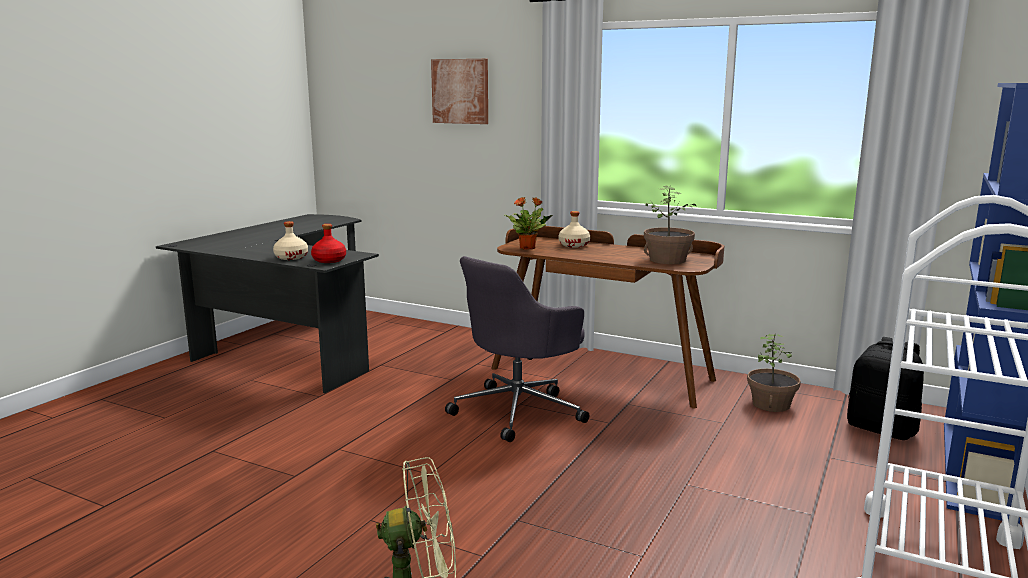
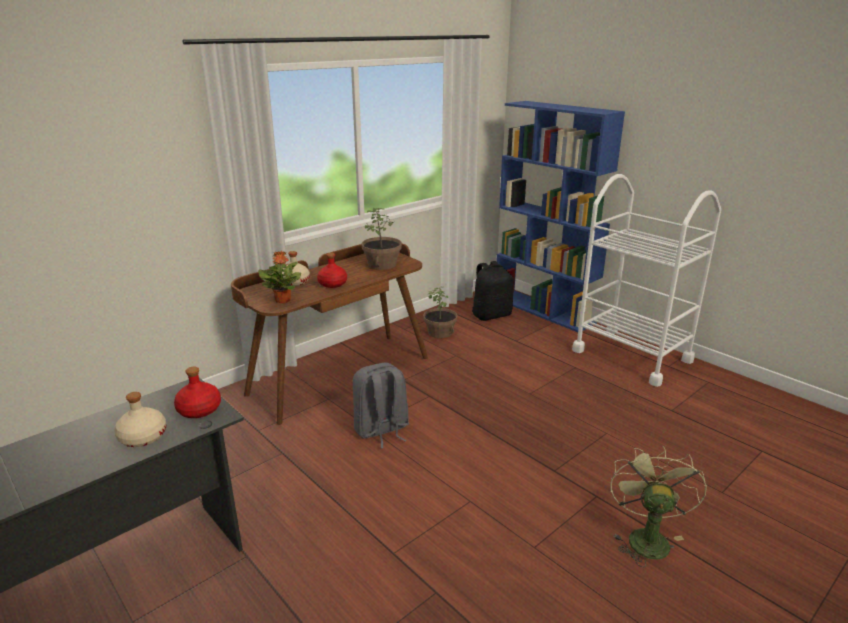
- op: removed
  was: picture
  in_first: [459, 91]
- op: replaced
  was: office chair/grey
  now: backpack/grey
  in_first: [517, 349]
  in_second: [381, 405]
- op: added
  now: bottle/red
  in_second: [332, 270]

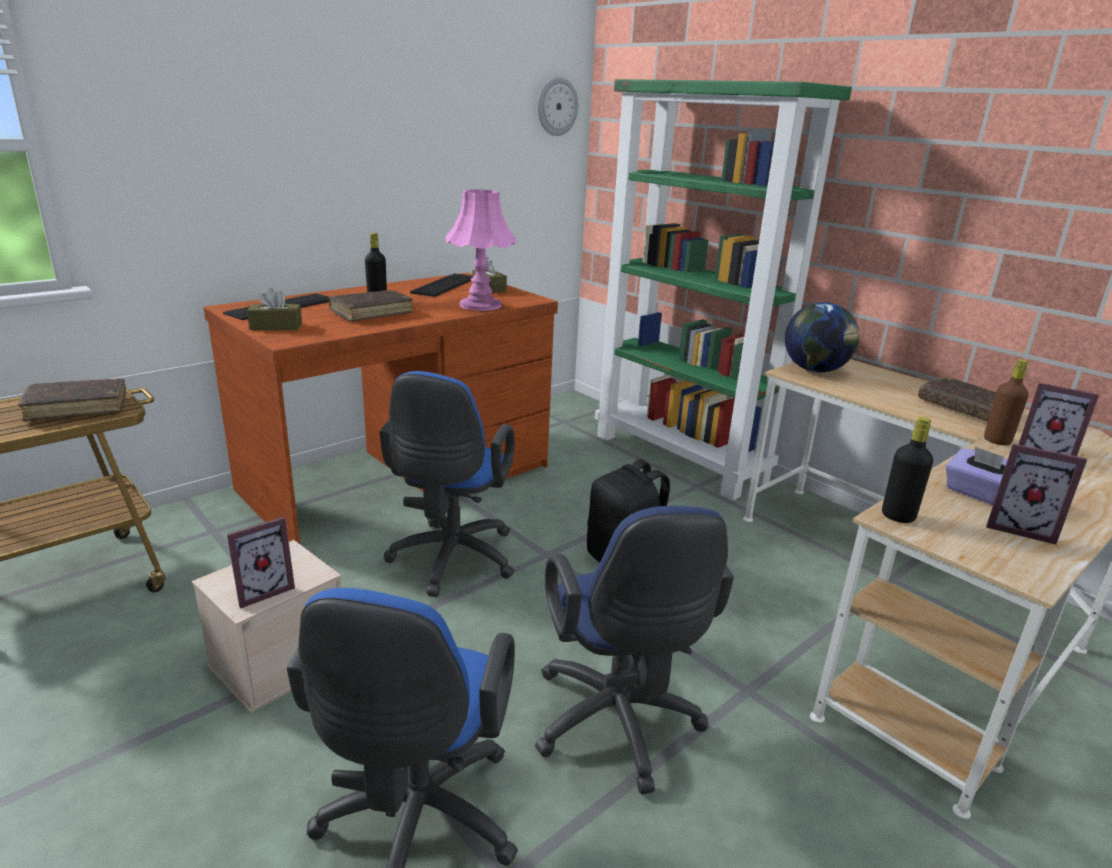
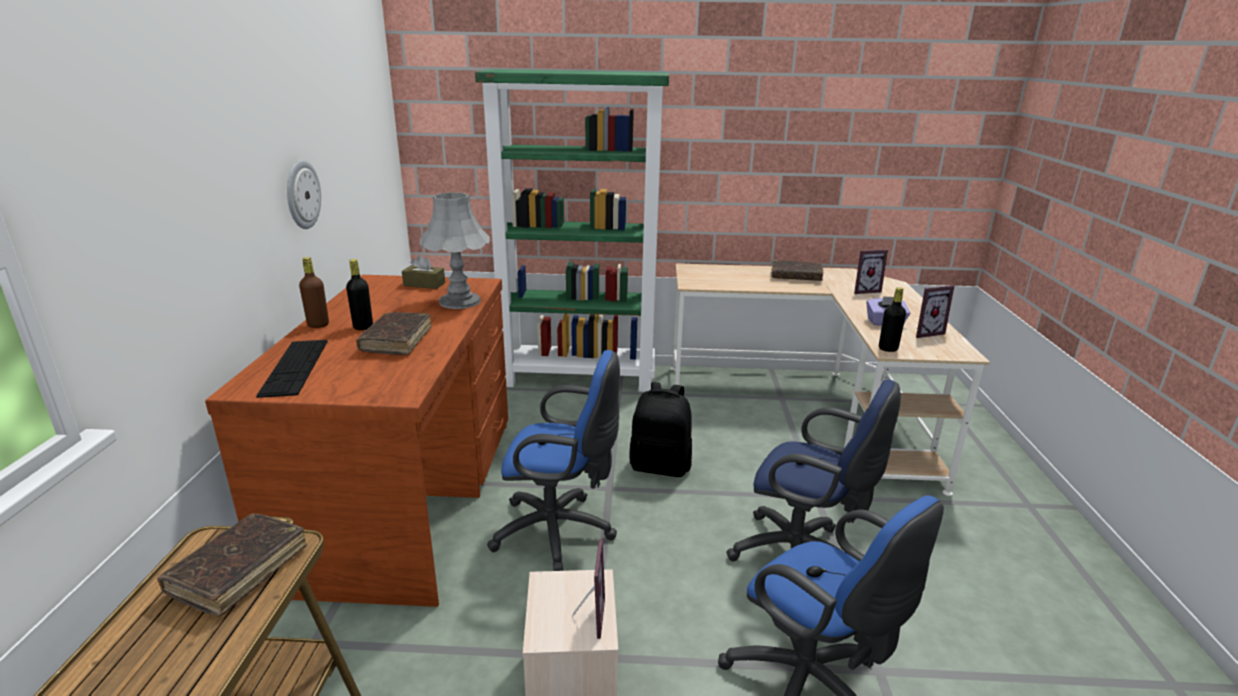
- op: removed
  was: tissue box/brown
  in_first: [274, 309]
- op: turned
  was: office chair/blue
  in_first: [447, 484]
  in_second: [553, 460]
  clockwise: -45
- op: removed
  was: keyboard
  in_first: [441, 285]
- op: recoloured
  was: table lamp/pink
  now: table lamp/grey
  in_first: [480, 250]
  in_second: [455, 250]
- op: moved
  was: wall clock
  in_first: [558, 106]
  in_second: [304, 194]
- op: removed
  was: globe
  in_first: [822, 337]
- op: moved
  was: bottle/brown
  in_first: [1006, 402]
  in_second: [314, 292]

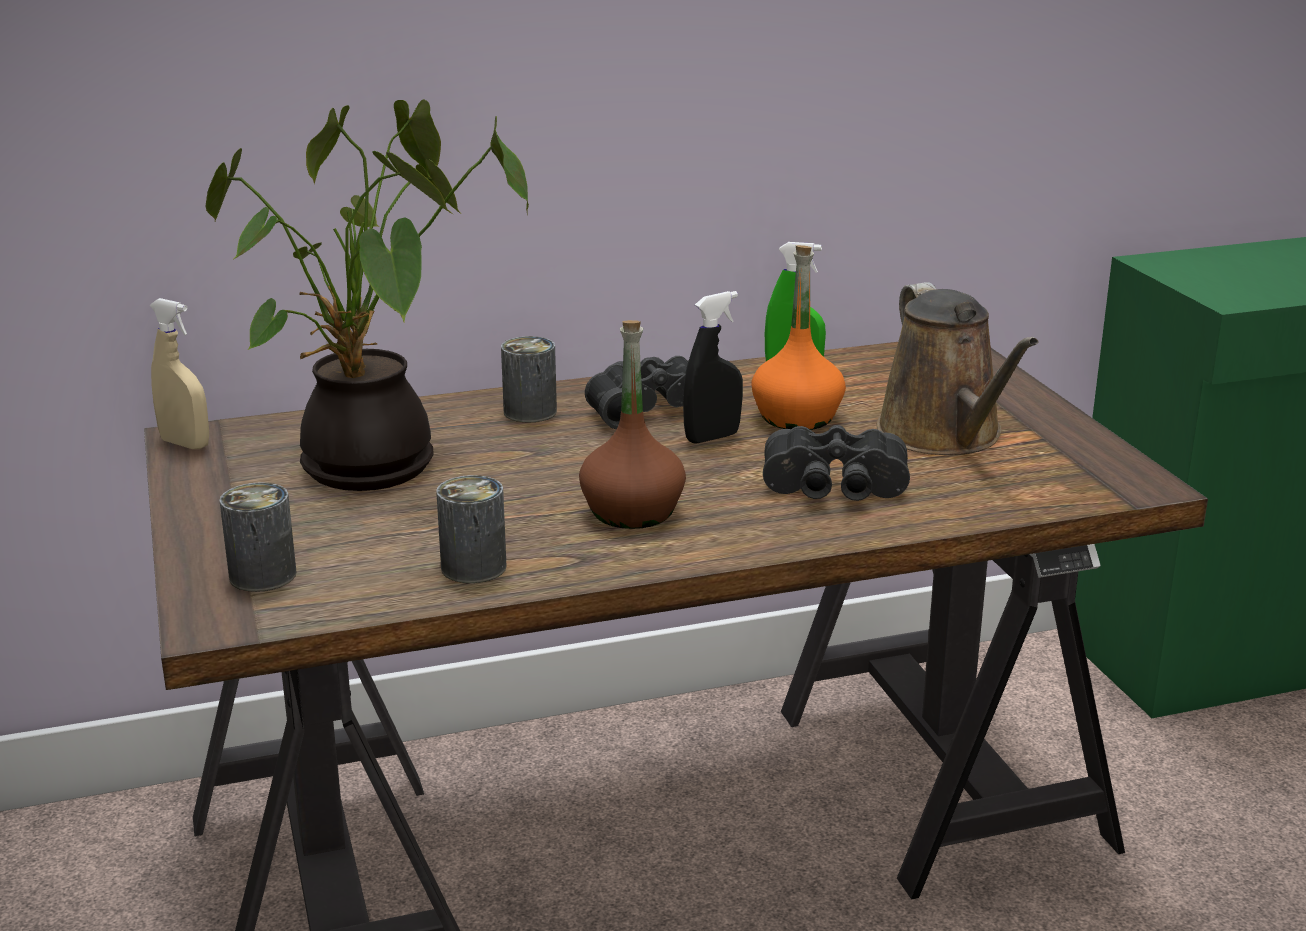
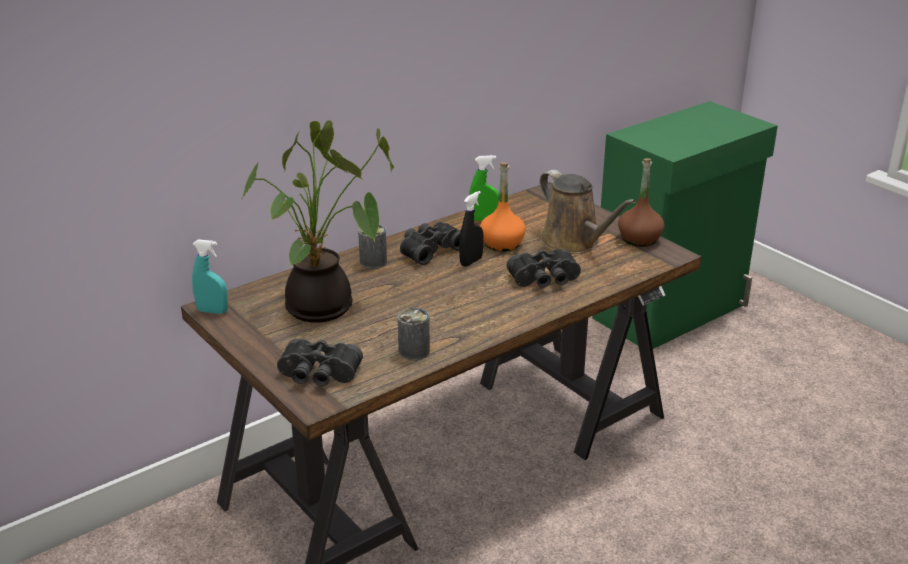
- op: recoloured
  was: spray bottle/beige
  now: spray bottle/turquoise
  in_first: [179, 373]
  in_second: [210, 276]
- op: replaced
  was: can
  now: binoculars/black
  in_first: [257, 537]
  in_second: [320, 362]
- op: moved
  was: bottle/brown
  in_first: [632, 424]
  in_second: [641, 202]

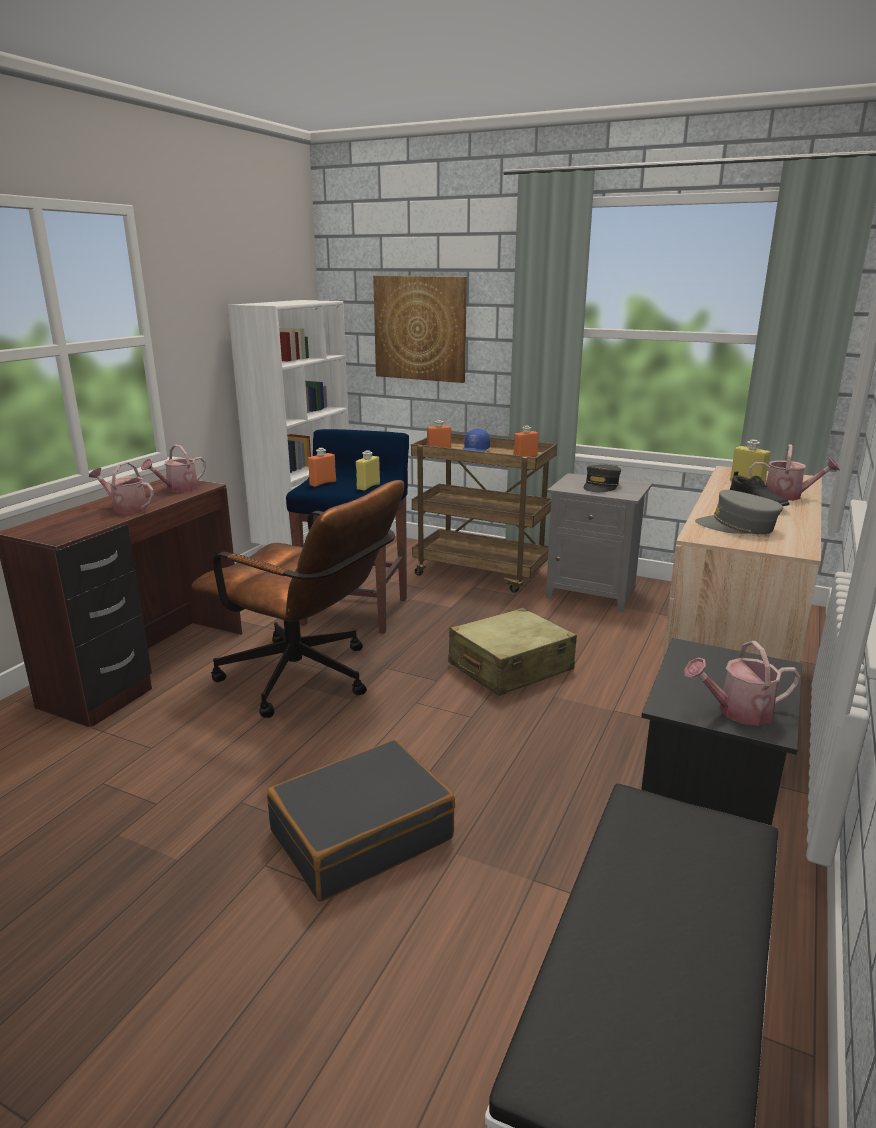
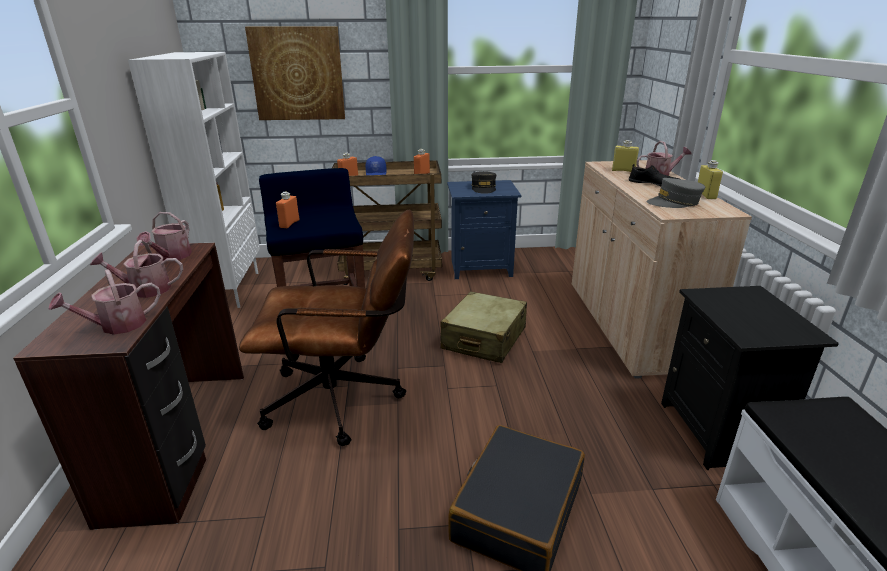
- op: moved
  was: bottle/yellow
  in_first: [368, 470]
  in_second: [710, 179]
- op: recoloured
  was: nightstand/grey
  now: nightstand/blue
  in_first: [599, 542]
  in_second: [484, 229]
- op: moved
  was: watering can
  in_first: [742, 683]
  in_second: [104, 302]

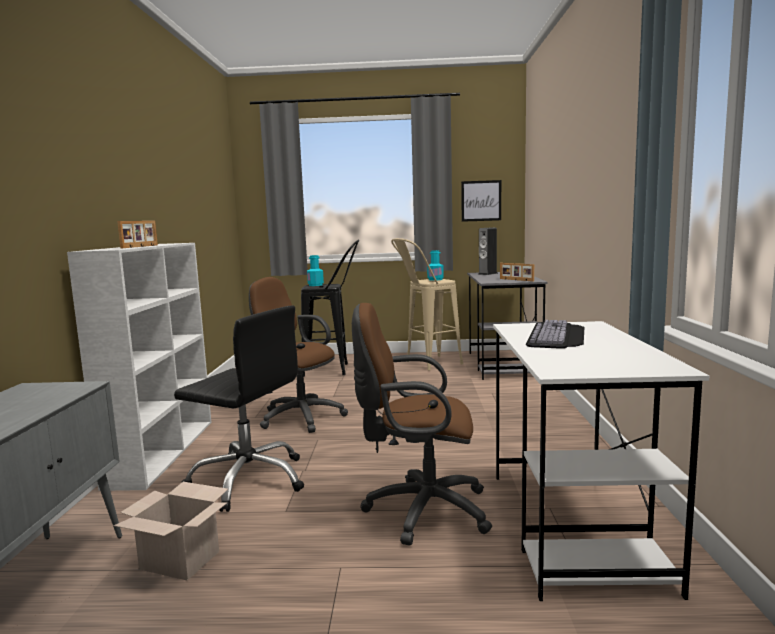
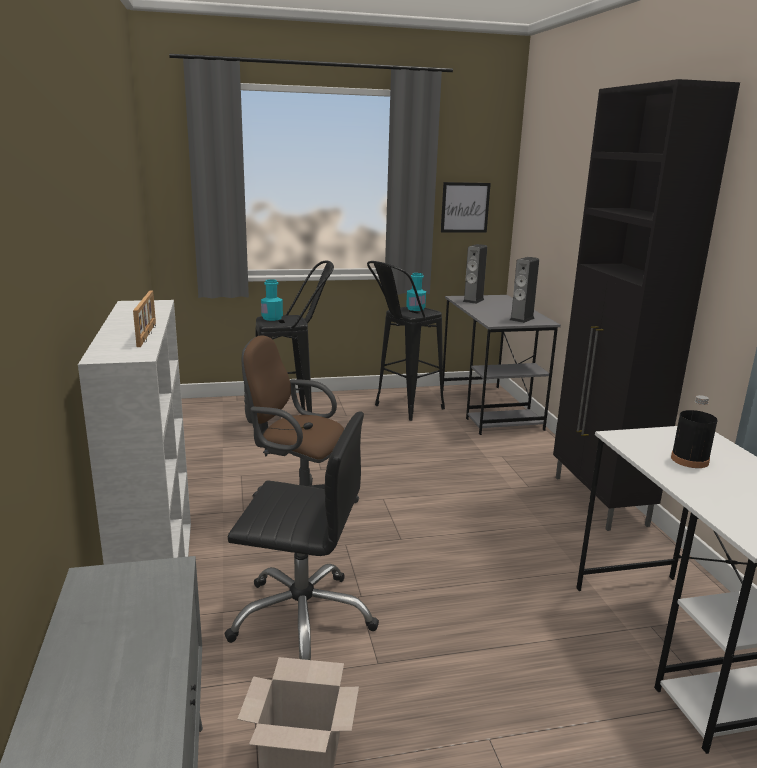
- op: removed
  was: office chair/brown
  in_first: [422, 424]
- op: recoloured
  was: stool/beige
  now: stool/black
  in_first: [427, 304]
  in_second: [406, 341]
- op: replaced
  was: picture frame
  now: speaker
  in_first: [517, 272]
  in_second: [524, 290]
- op: replaced
  was: keyboard
  now: bottle/black
  in_first: [555, 334]
  in_second: [694, 431]
- op: added
  now: cabinet/black
  in_second: [646, 305]

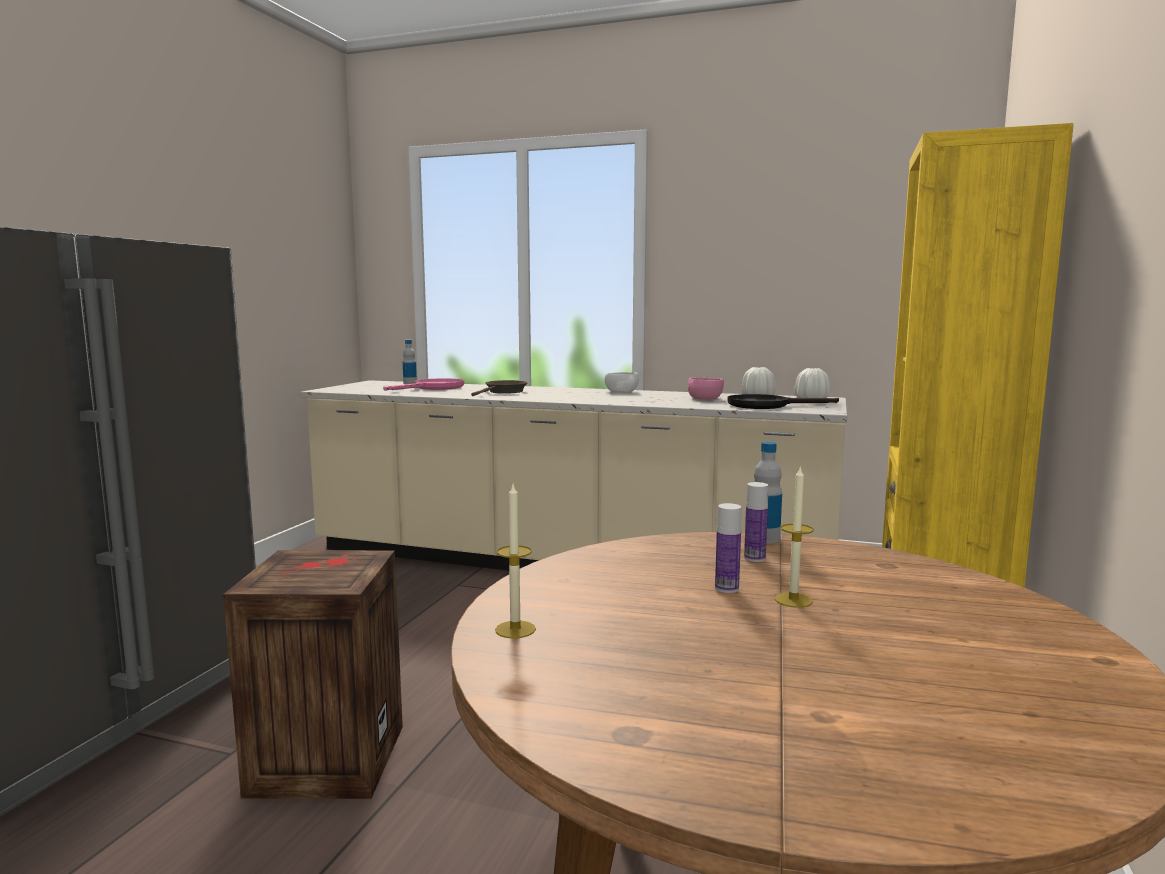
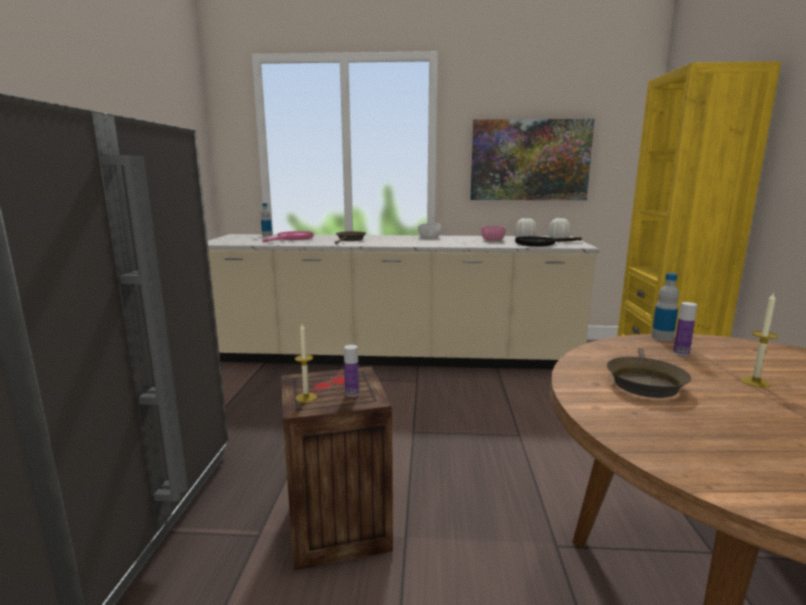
- op: moved
  was: candle
  in_first: [515, 561]
  in_second: [306, 363]
- op: moved
  was: bottle
  in_first: [728, 548]
  in_second: [351, 371]
- op: added
  now: picture
  in_second: [532, 159]
- op: added
  now: frying pan/brown
  in_second: [649, 373]

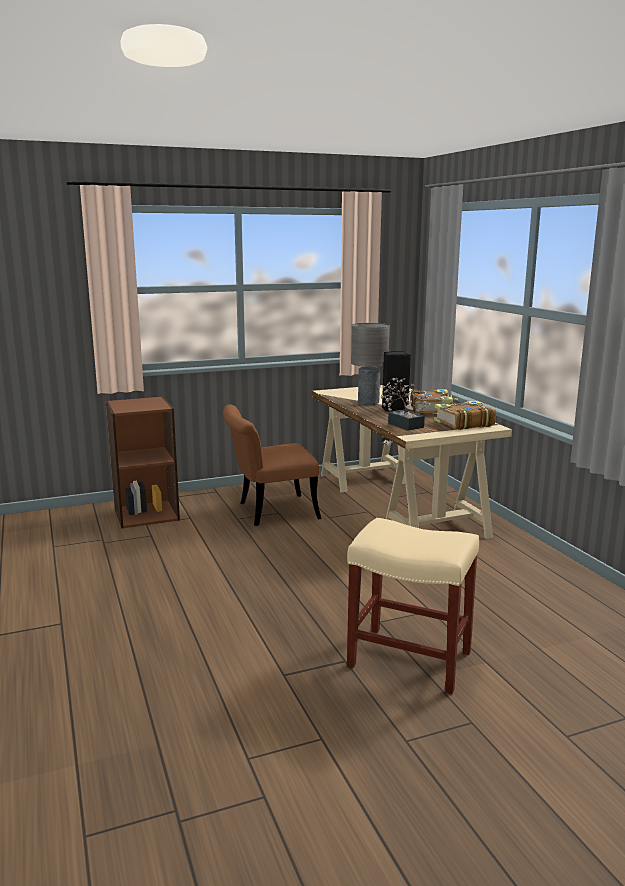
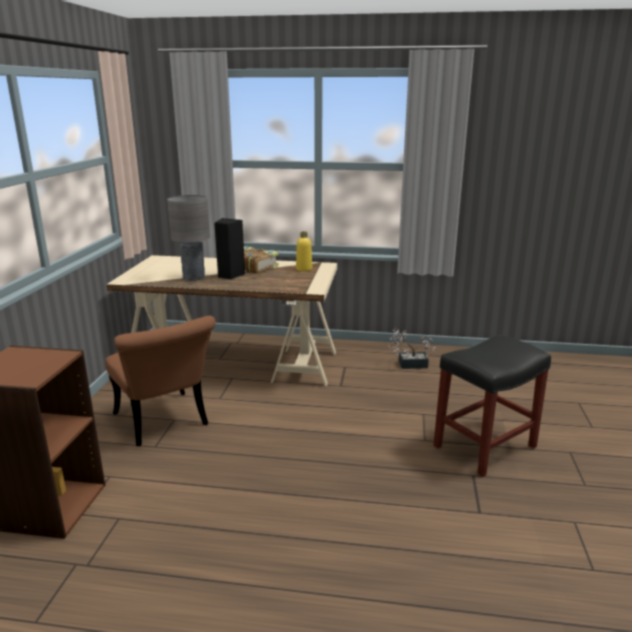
- op: turned
  was: chair/brown
  in_first: [272, 465]
  in_second: [160, 381]
  clockwise: -45
- op: recoloured
  was: stool/beige
  now: stool/black
  in_first: [413, 606]
  in_second: [492, 406]
- op: moved
  was: potted plant
  in_first: [406, 404]
  in_second: [412, 348]
- op: replaced
  was: book
  now: bottle/yellow
  in_first: [465, 415]
  in_second: [304, 251]

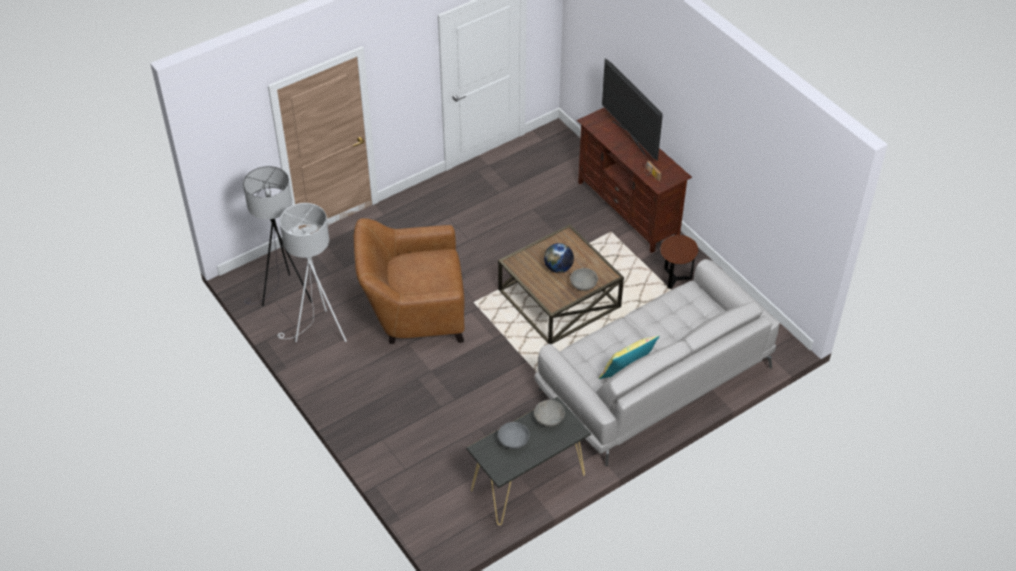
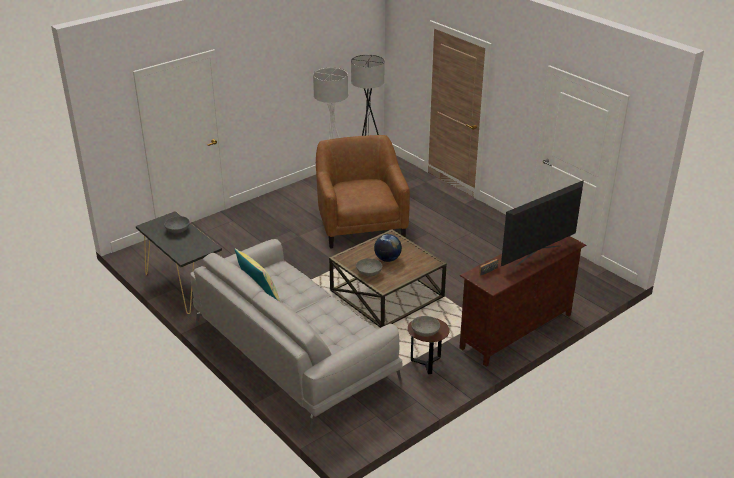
- op: moved
  was: bowl/grey
  in_first: [549, 413]
  in_second: [425, 326]

